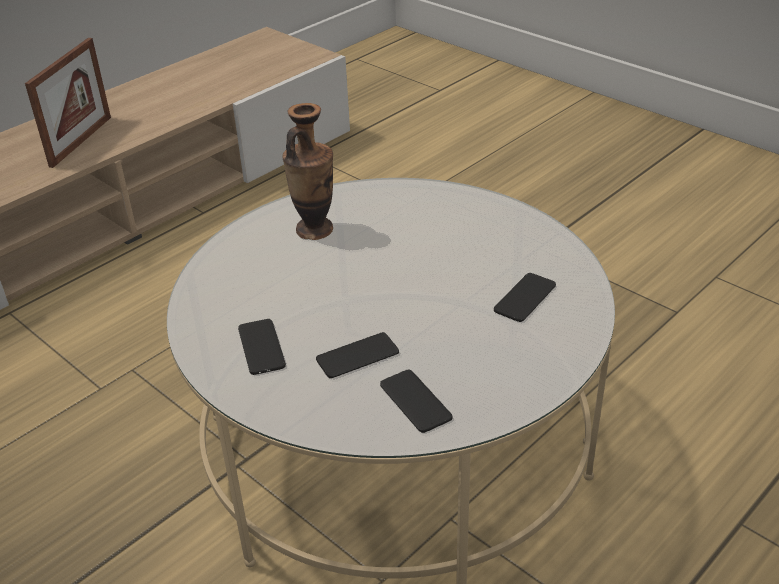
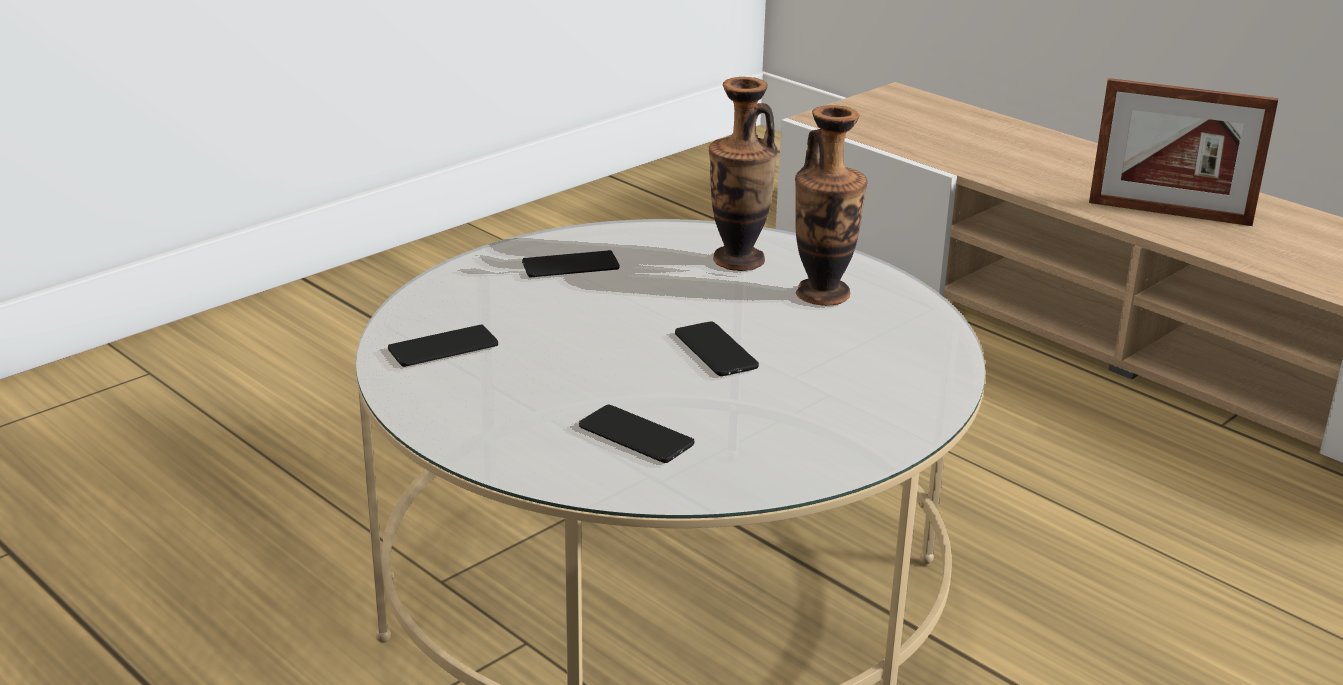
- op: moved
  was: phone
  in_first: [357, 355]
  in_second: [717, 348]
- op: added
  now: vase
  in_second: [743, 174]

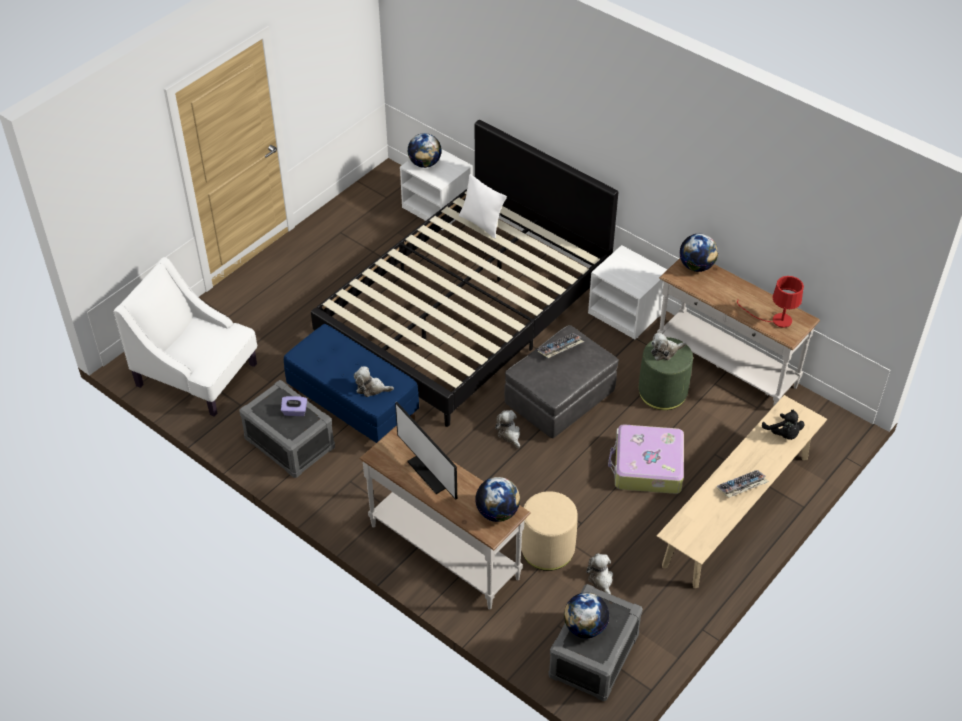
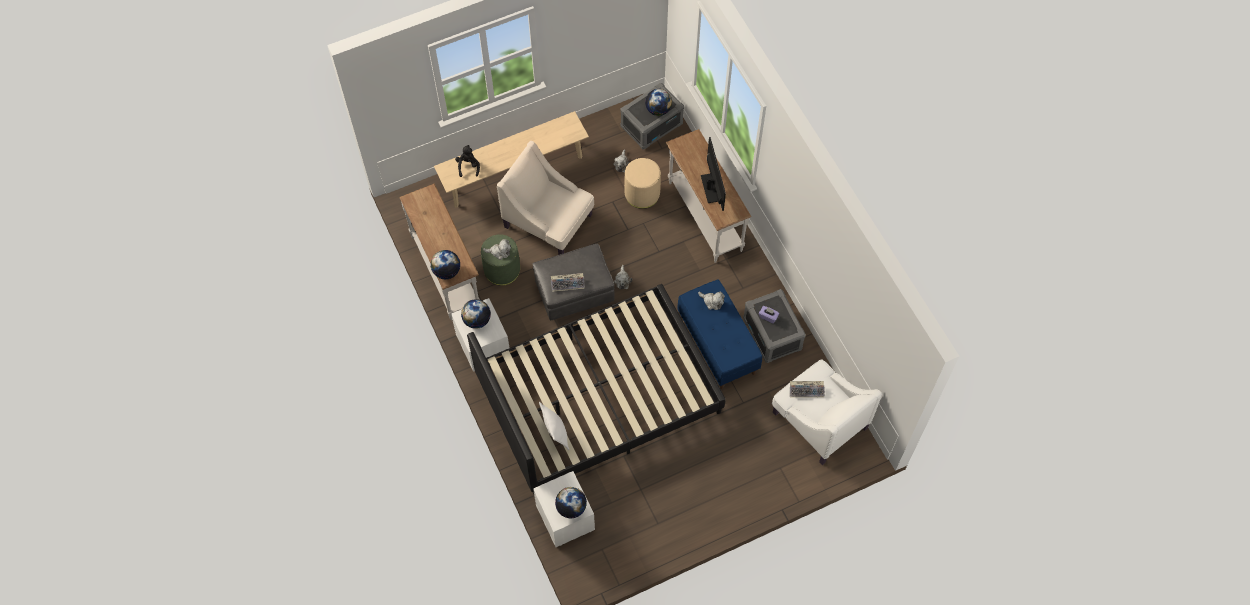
- op: moved
  was: globe
  in_first: [497, 499]
  in_second: [476, 314]
- op: replaced
  was: suitcase
  now: armchair/beige
  in_first: [646, 459]
  in_second: [545, 198]
- op: moved
  was: keyboard
  in_first: [743, 484]
  in_second: [807, 389]
- op: removed
  was: table lamp/red
  in_first: [770, 302]

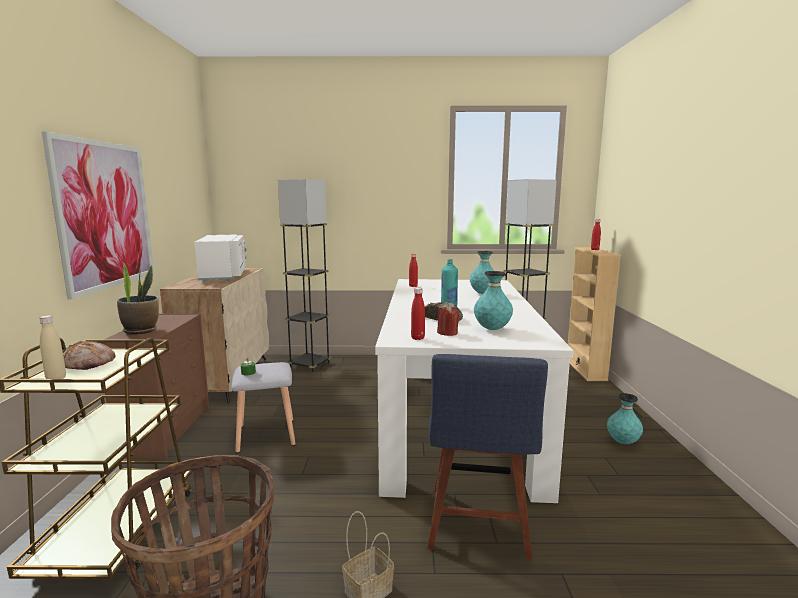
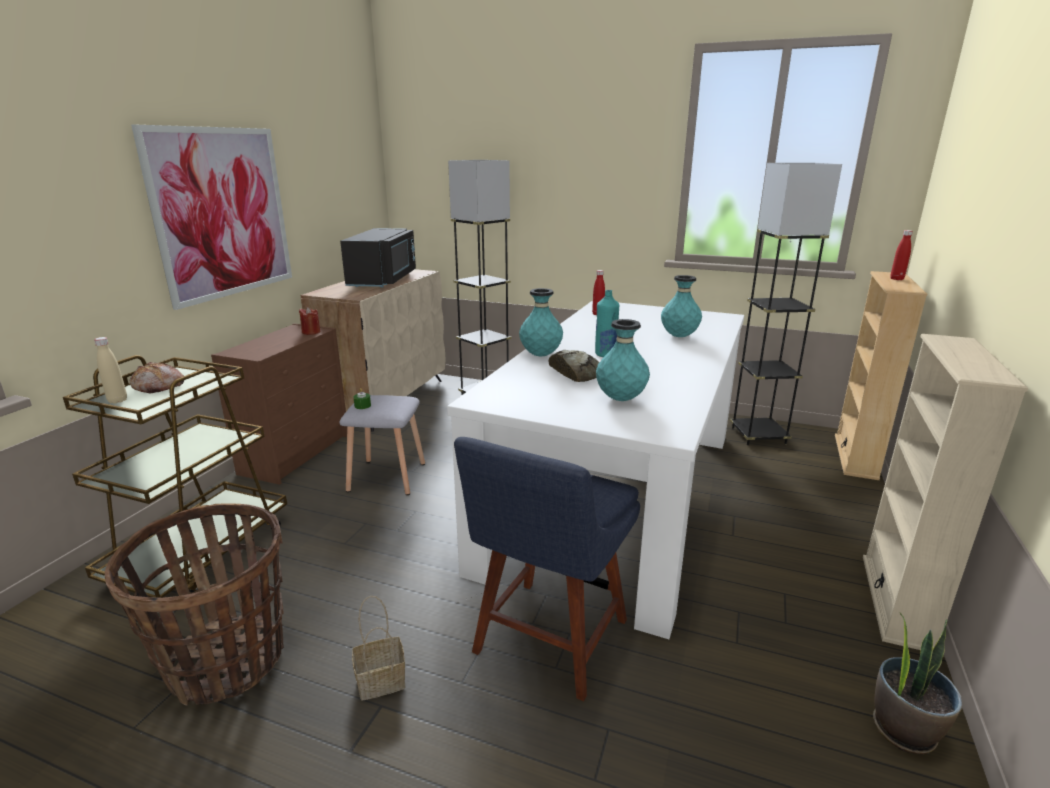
- op: moved
  was: potted plant
  in_first: [138, 298]
  in_second: [917, 683]
- op: recoloured
  was: microwave/white
  now: microwave/black
  in_first: [220, 258]
  in_second: [378, 258]
- op: removed
  was: bottle/red
  in_first: [418, 314]
- op: moved
  was: candle/red
  in_first: [448, 320]
  in_second: [309, 321]
- op: moved
  was: vase/turquoise
  in_first: [625, 418]
  in_second: [541, 322]
- op: added
  now: bookcase/beige
  in_second: [945, 492]

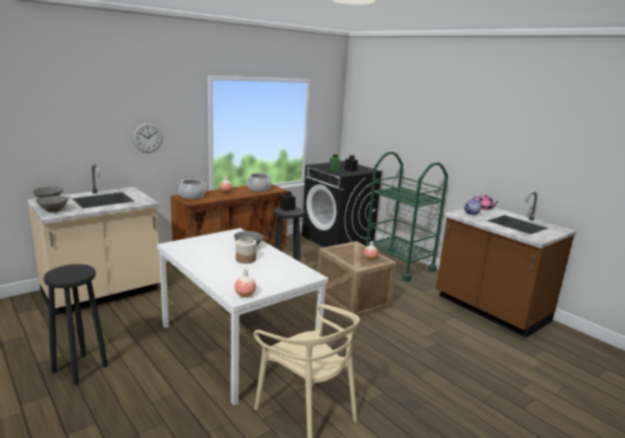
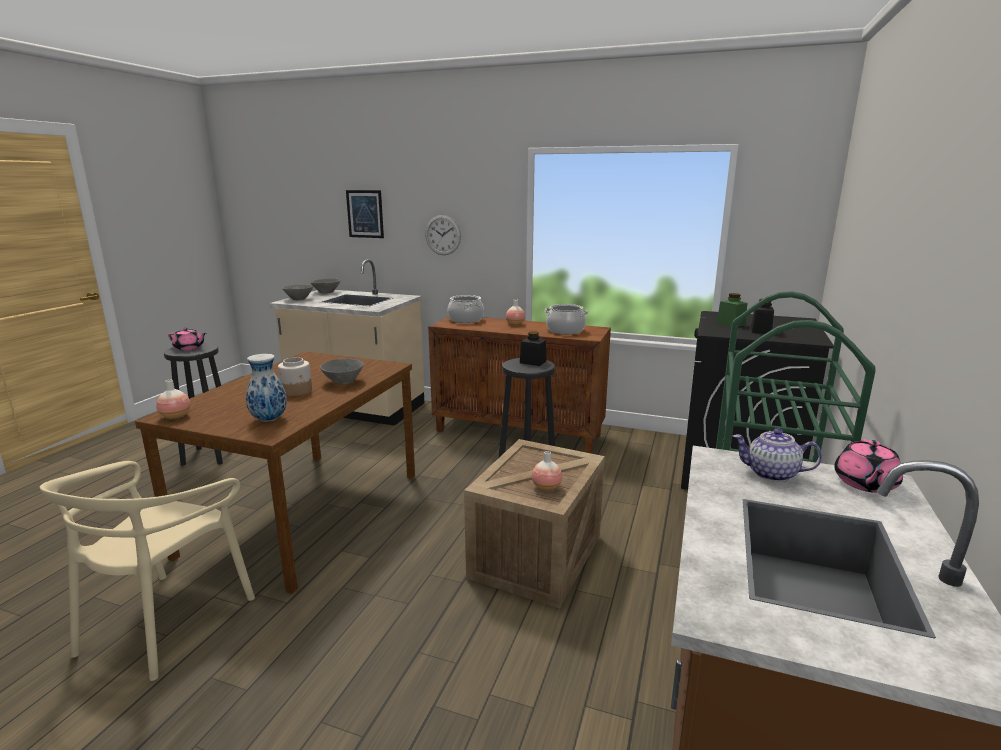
- op: recoloured
  was: dining table/white
  now: dining table/brown
  in_first: [242, 317]
  in_second: [275, 473]
- op: added
  now: teapot/pink
  in_second: [187, 339]
- op: added
  now: vase
  in_second: [266, 388]
- op: added
  now: picture
  in_second: [365, 214]

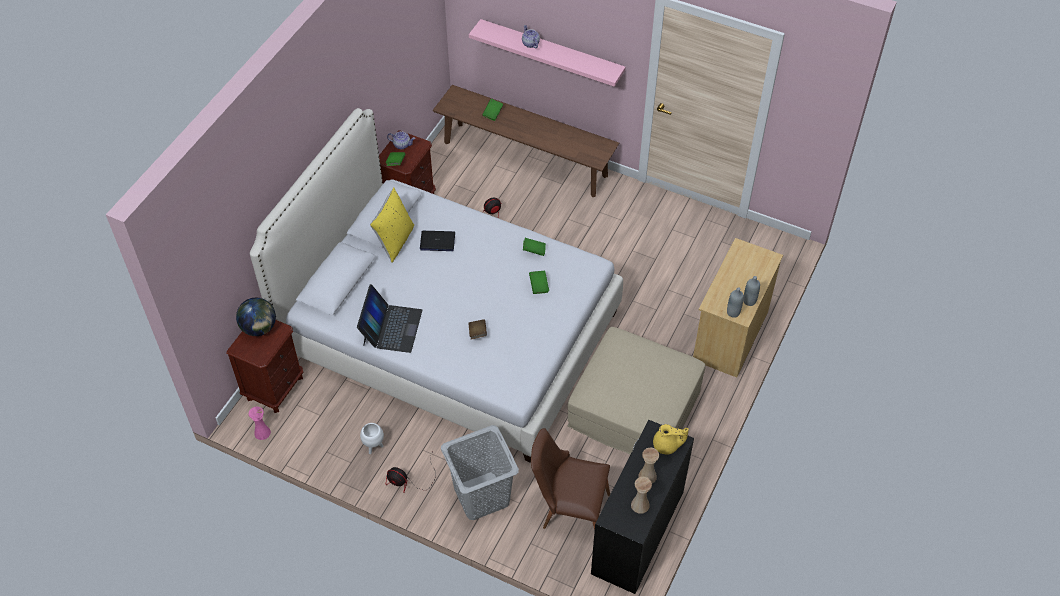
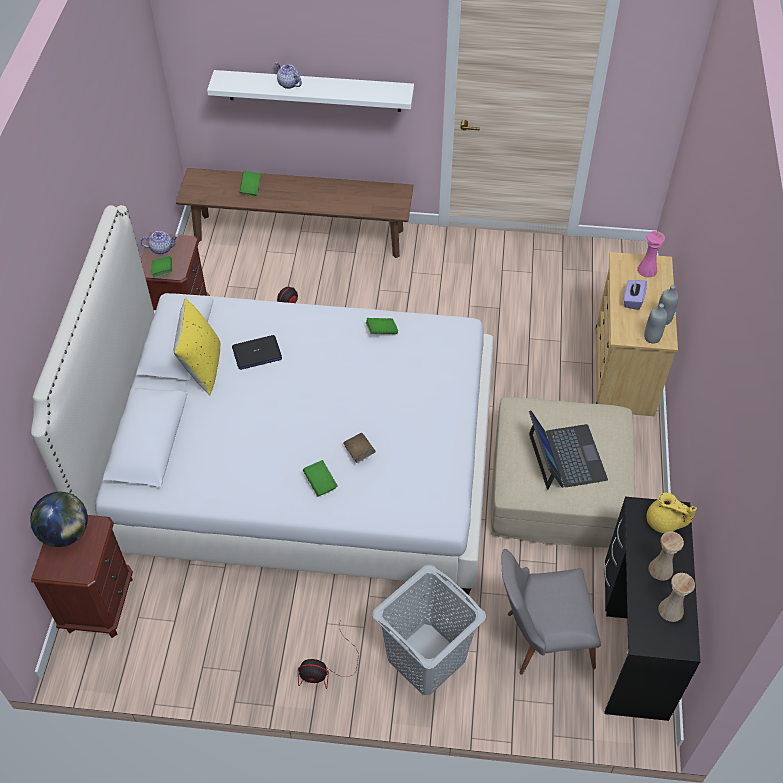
- op: moved
  was: vase/pink
  in_first: [260, 423]
  in_second: [651, 254]
- op: moved
  was: laptop
  in_first: [389, 318]
  in_second: [568, 450]
- op: removed
  was: planter/white
  in_first: [372, 438]
- op: recoloured
  was: shelf/pink
  now: shelf/white
  in_first: [547, 53]
  in_second: [310, 91]
- op: moved
  was: book/green
  in_first: [539, 282]
  in_second: [320, 478]
- op: recoloured
  was: chair/brown
  now: chair/grey
  in_first: [570, 479]
  in_second: [551, 612]
- op: turned
  was: teapot/yellow
  in_first: [671, 439]
  in_second: [671, 512]
  clockwise: 45
- op: added
  now: tissue box/purple
  in_second: [635, 294]

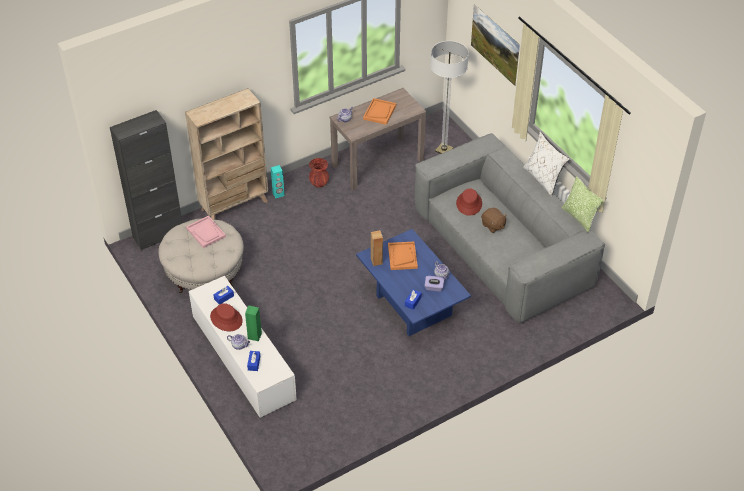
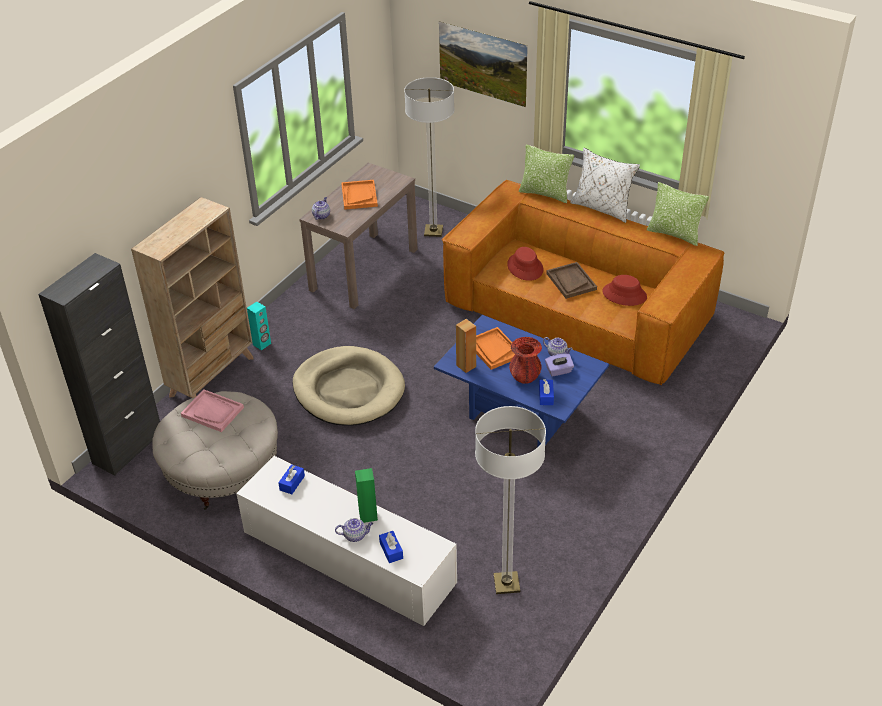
- op: moved
  was: hat/red
  in_first: [226, 317]
  in_second: [624, 290]
- op: moved
  was: vase/red
  in_first: [319, 172]
  in_second: [525, 360]
- op: recoloured
  was: sofa/grey
  now: sofa/brown
  in_first: [510, 228]
  in_second: [583, 282]
- op: replaced
  was: plush toy/brown
  now: tray/brown
  in_first: [494, 220]
  in_second: [571, 280]
- op: added
  now: dog bed/beige
  in_second: [348, 386]
- op: added
  now: floor lamp
  in_second: [510, 500]
- op: added
  now: pillow
  in_second: [546, 174]

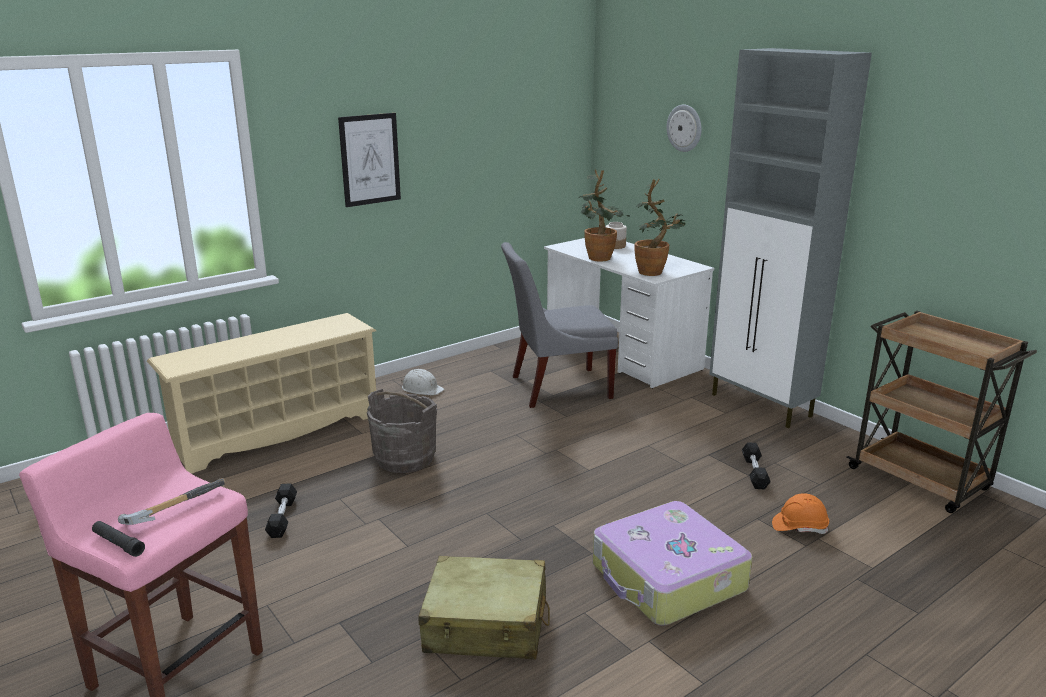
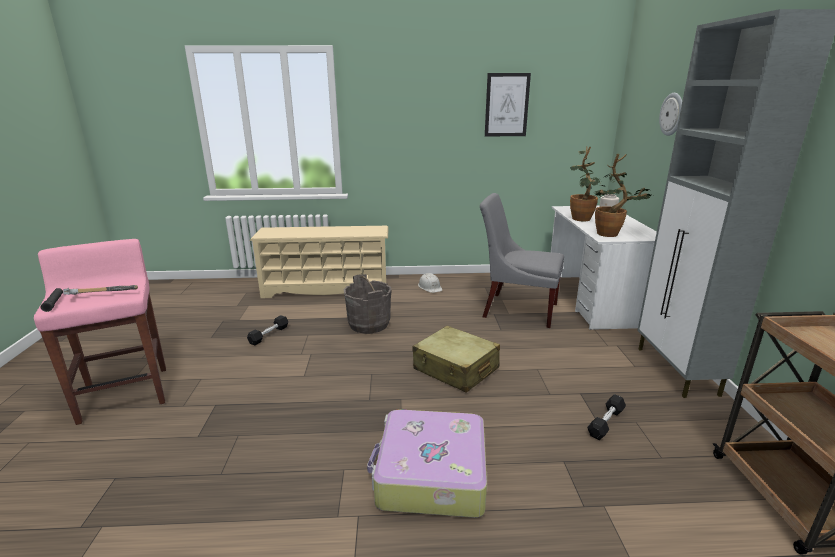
- op: moved
  was: picture
  in_first: [369, 160]
  in_second: [508, 104]
- op: moved
  was: suitcase/beige
  in_first: [484, 608]
  in_second: [456, 359]
- op: removed
  was: hard hat/orange
  in_first: [800, 513]

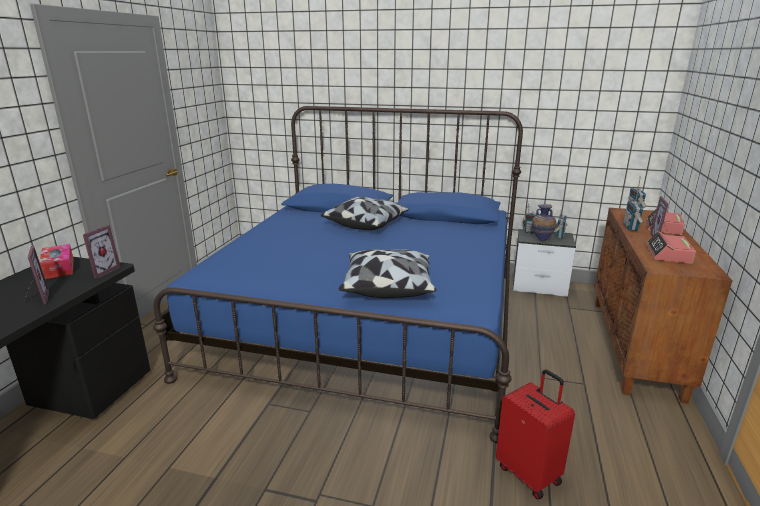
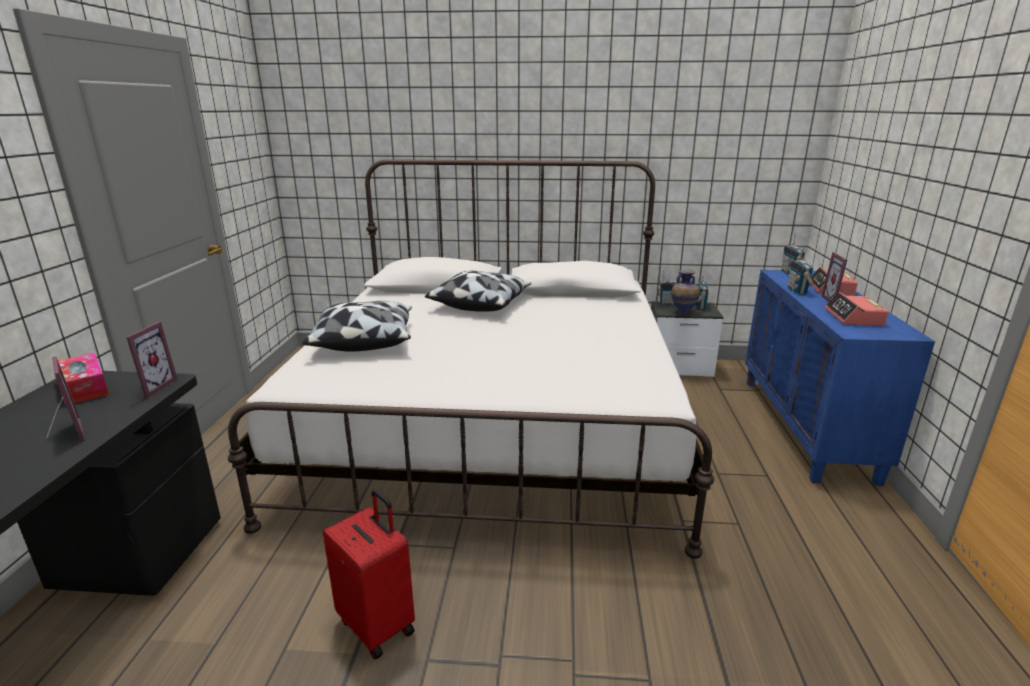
- op: recoloured
  was: bed/blue
  now: bed/white
  in_first: [338, 274]
  in_second: [471, 359]
- op: moved
  was: pillow
  in_first: [387, 273]
  in_second: [357, 326]
- op: moved
  was: suitcase/red
  in_first: [535, 434]
  in_second: [369, 574]
- op: recoloured
  was: cabinet/brown
  now: cabinet/blue
  in_first: [663, 306]
  in_second: [840, 378]

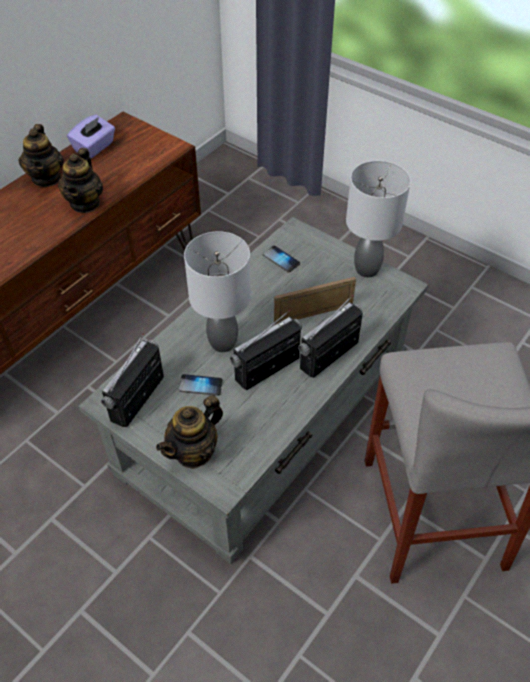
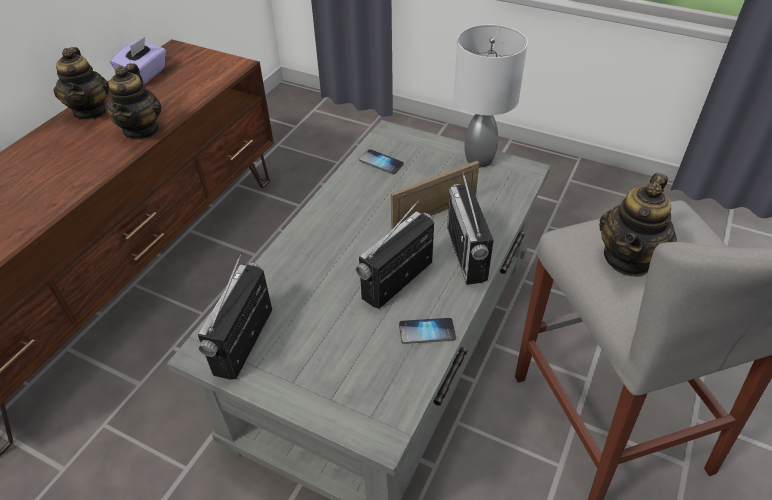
- op: moved
  was: teapot
  in_first: [189, 432]
  in_second: [638, 225]
- op: moved
  was: phone
  in_first: [201, 385]
  in_second: [427, 331]
- op: removed
  was: table lamp/grey
  in_first: [217, 291]
- op: turned
  was: radio
  in_first: [330, 336]
  in_second: [470, 227]
  clockwise: -45

